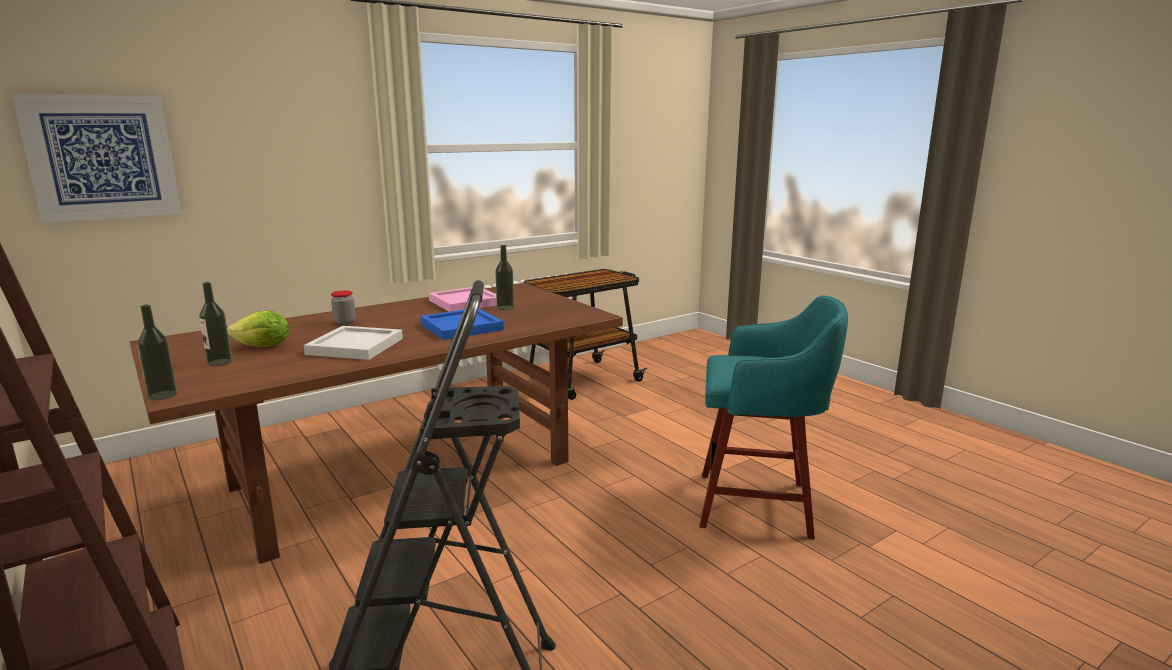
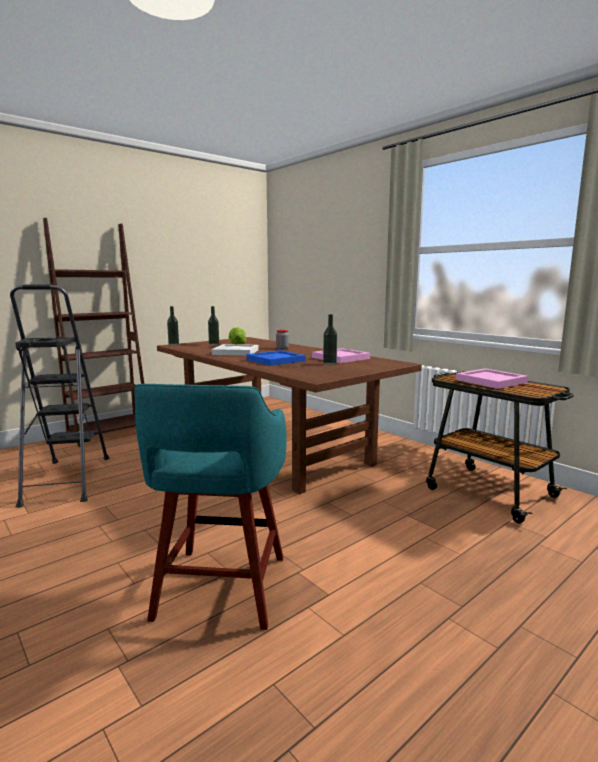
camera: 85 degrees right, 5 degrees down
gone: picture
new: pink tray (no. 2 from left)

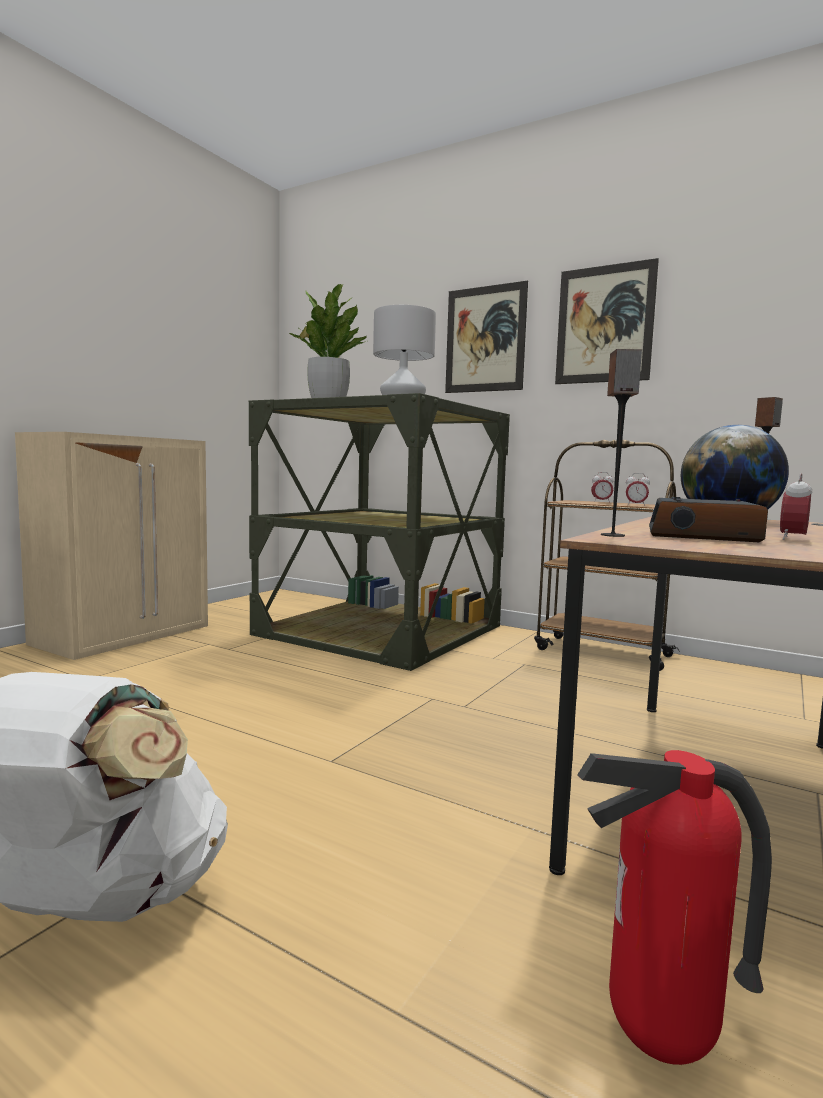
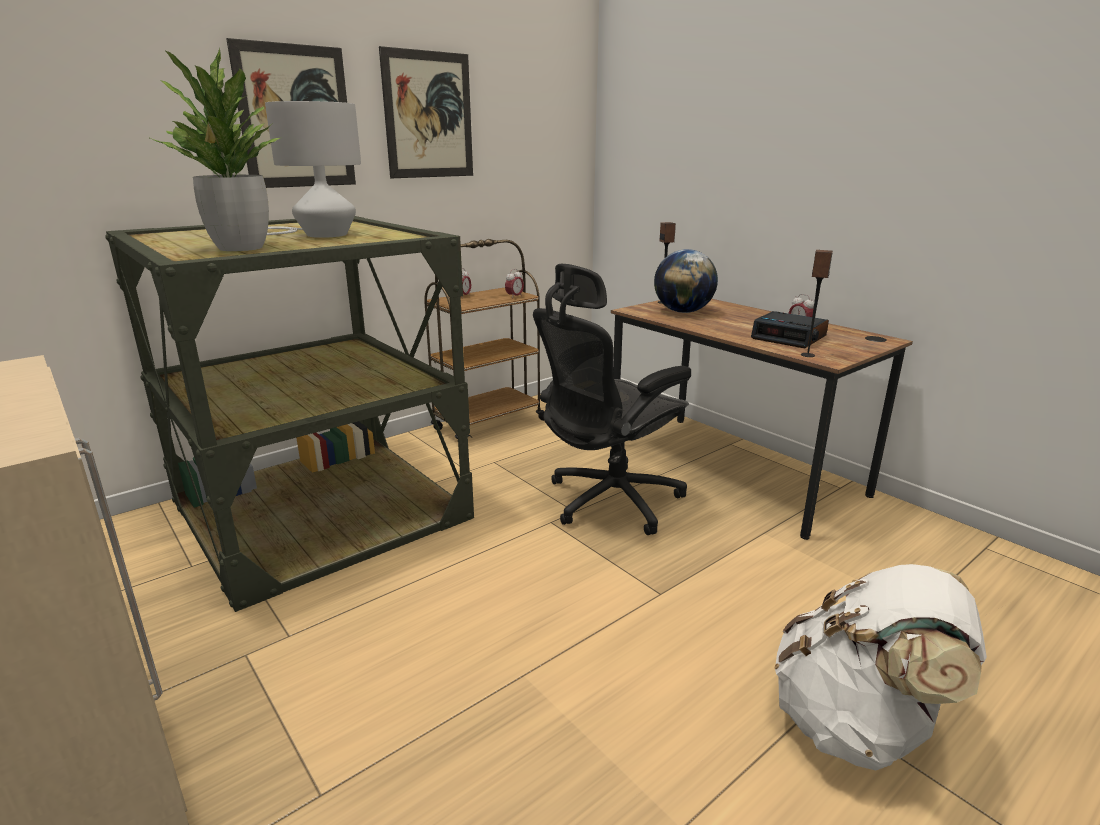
camera: 70 degrees left, 15 degrees up
gone: fire extinguisher
new: office chair

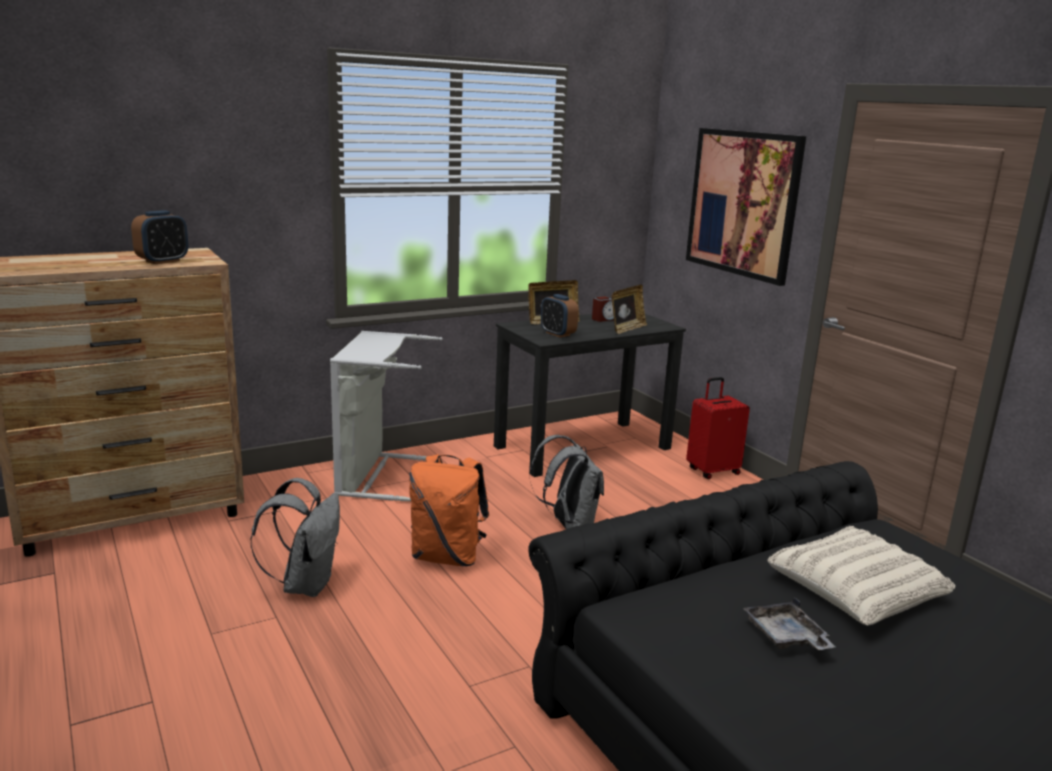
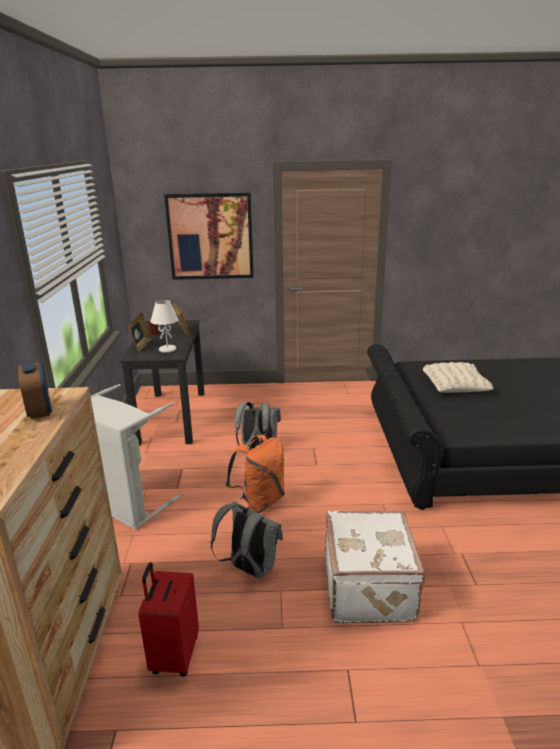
camera: 60 degrees left, 5 degrees up
gone: grey tray
new: white suitcase
shifted: red suitcase
swapped: alarm clock (no. 2 from left) to white table lamp

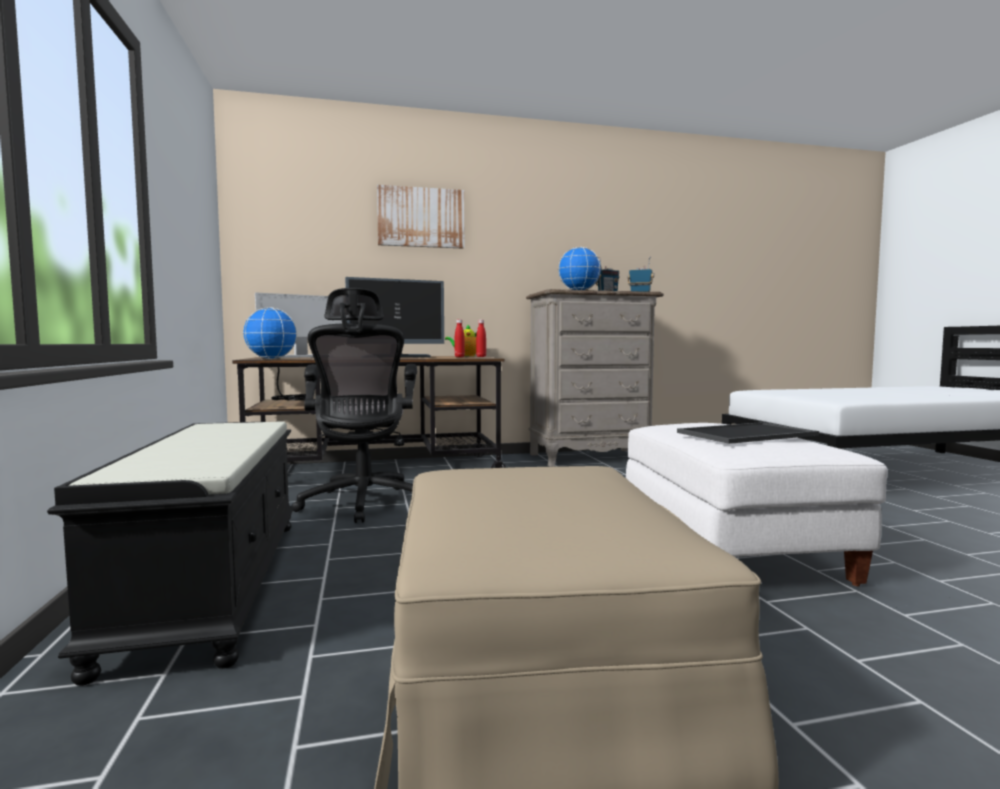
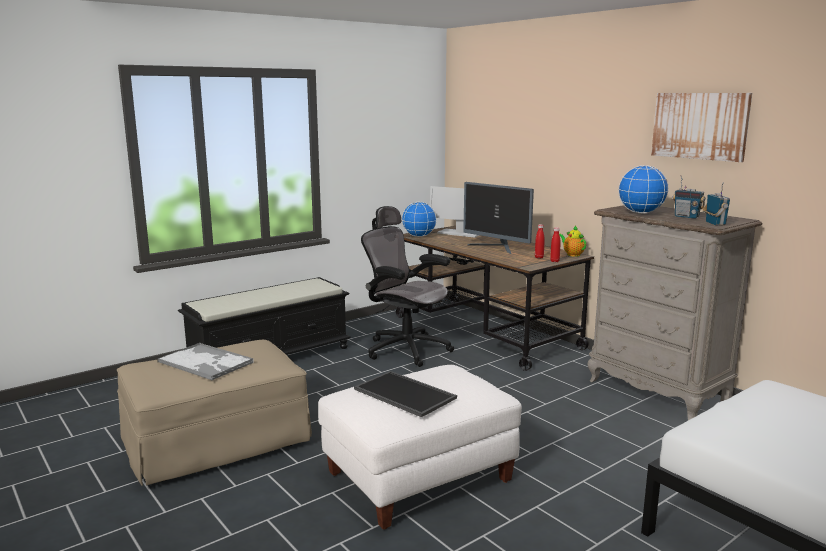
camera: 65 degrees right, 10 degrees up
new: tray (no. 1 from left)
shifted: picture
rotated: office chair 75 degrees clockwise

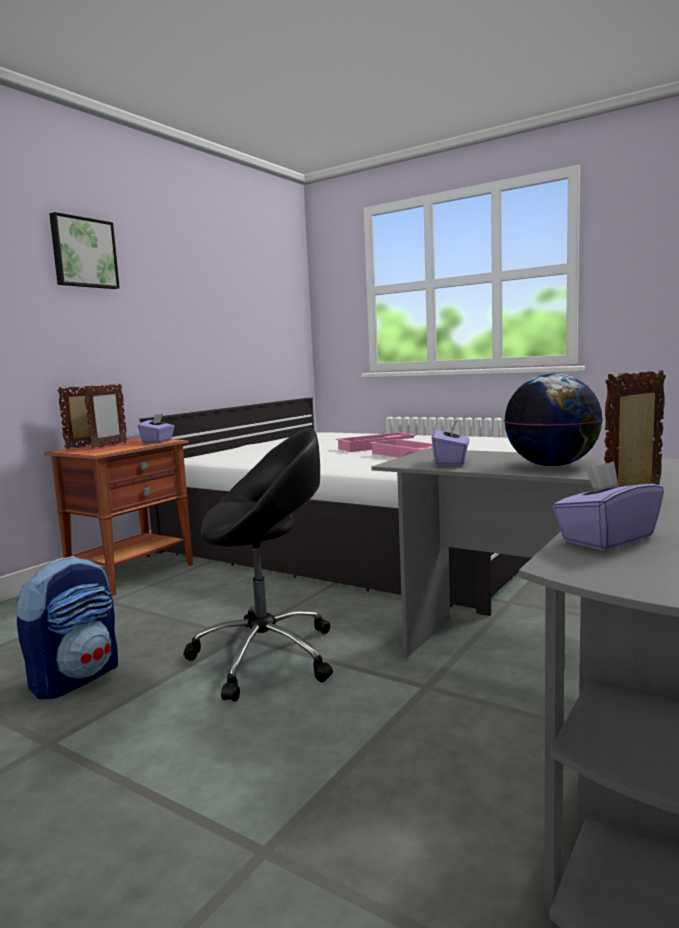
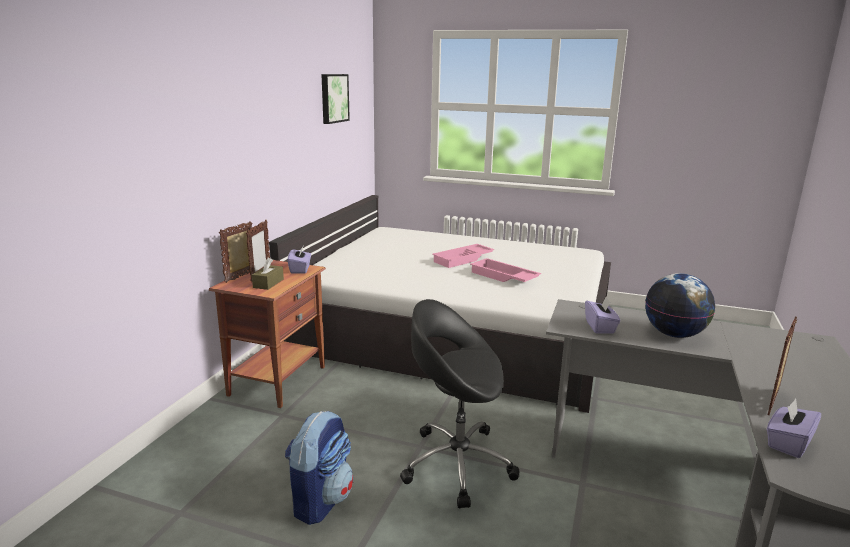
camera: 15 degrees left, 10 degrees up
new: brown tissue box
shifted: picture
rotated: black office chair 150 degrees counterclockwise

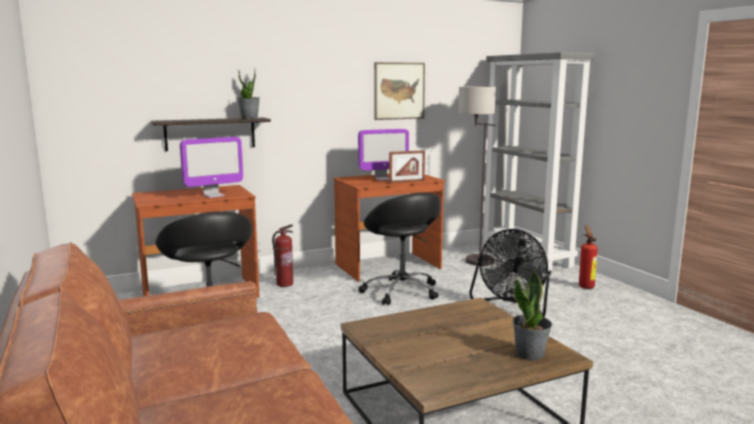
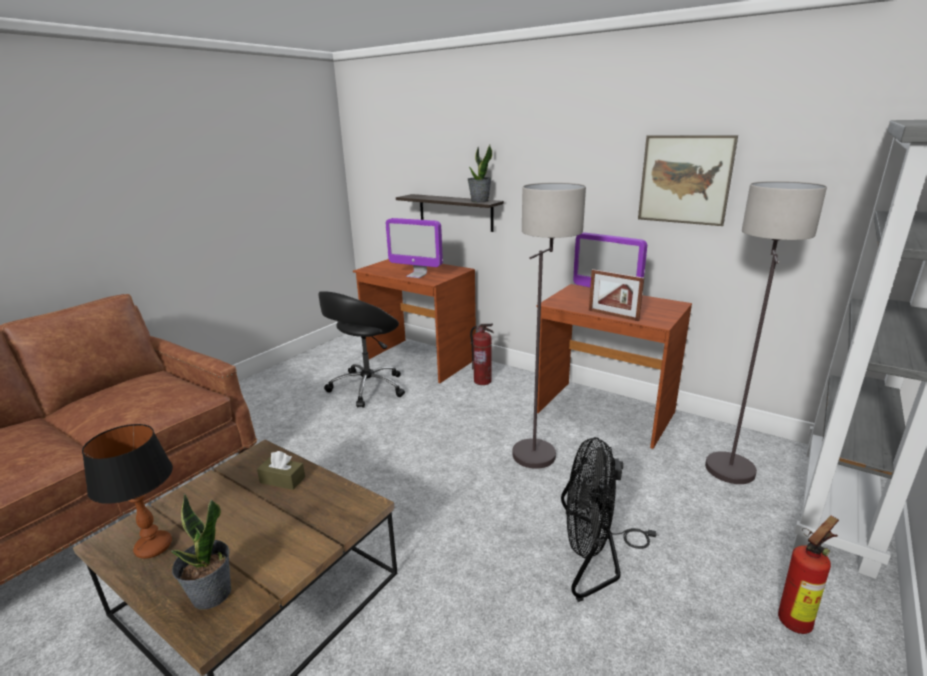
camera: 60 degrees right, 10 degrees up
new: table lamp; brown tissue box
swapped: black office chair (no. 2 from left) to grey floor lamp (no. 1 from left)

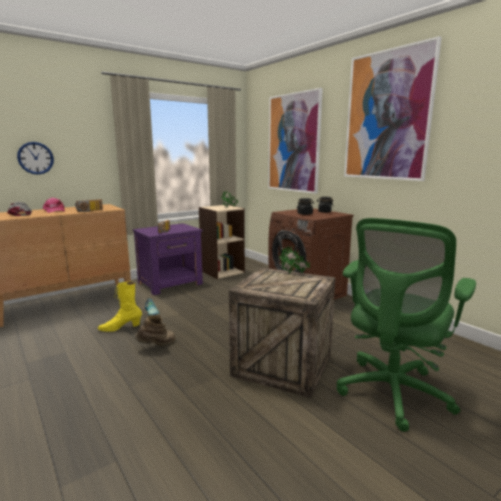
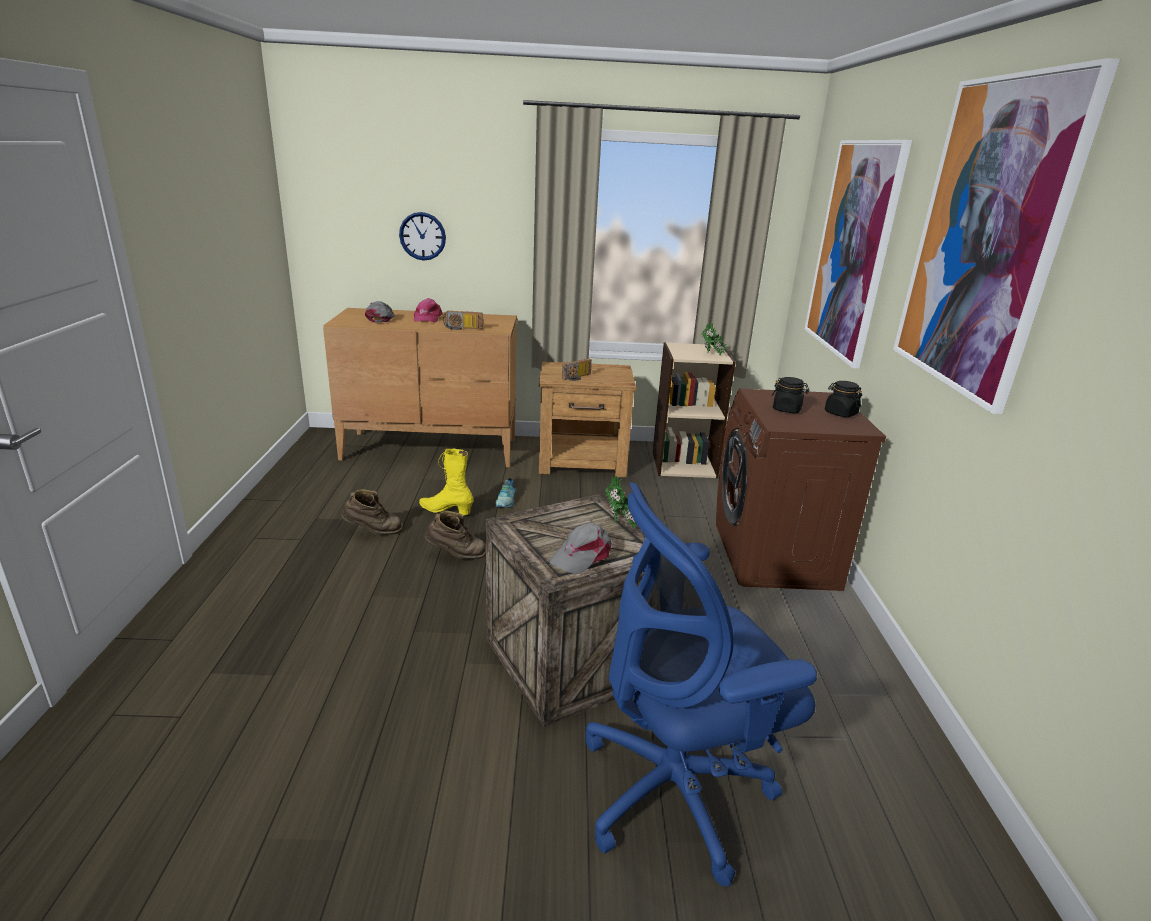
camera: 35 degrees right, 10 degrees up
new: brown boot (no. 1 from left); grey cap (no. 2 from left)
repainted: purple nightstand to brown nightstand; green office chair to blue office chair

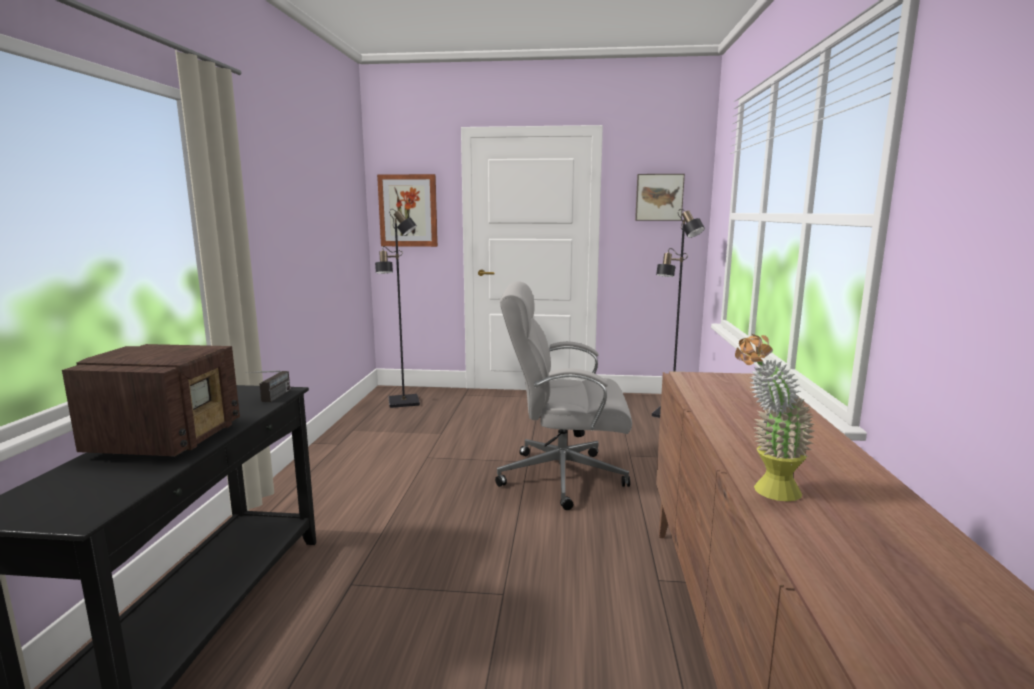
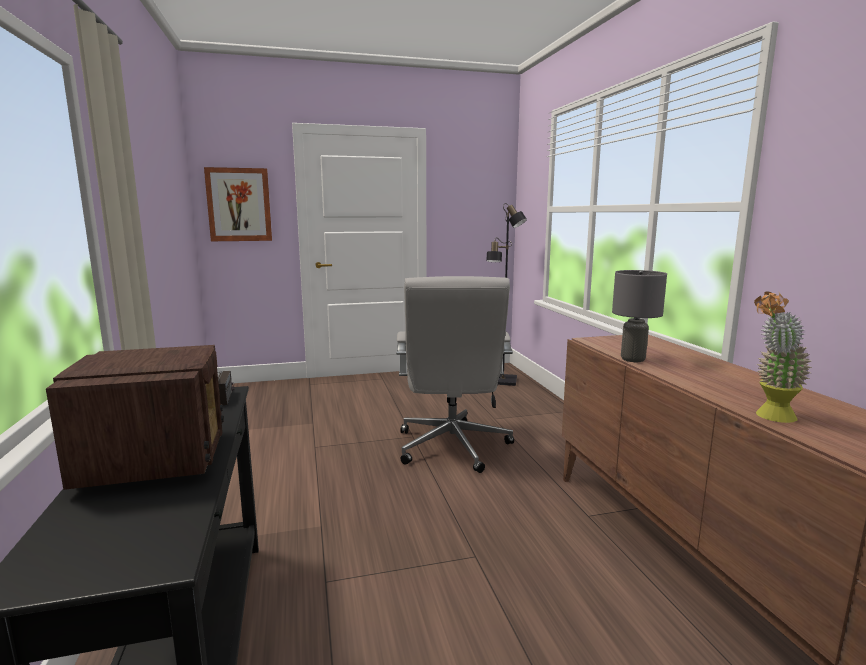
camera: 20 degrees left, 0 degrees up
gone: black floor lamp (no. 1 from left); picture (no. 2 from left)
new: grey table lamp
rotated: grey office chair 75 degrees counterclockwise

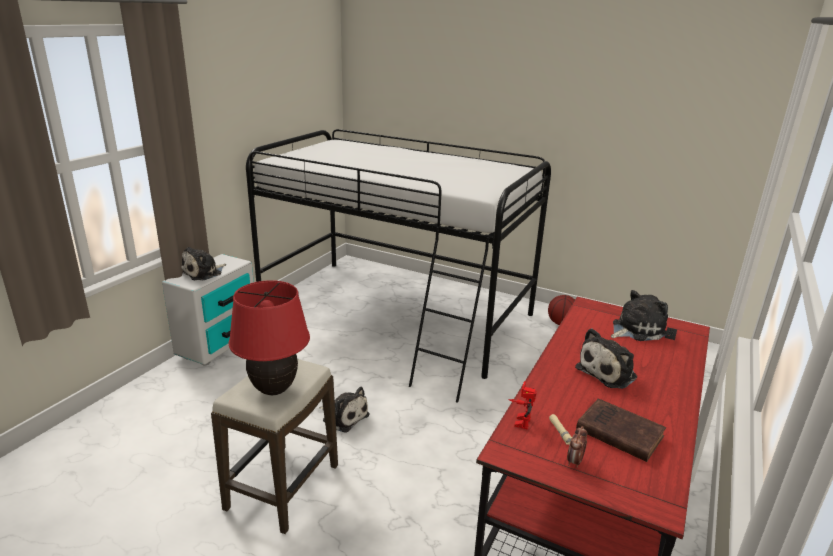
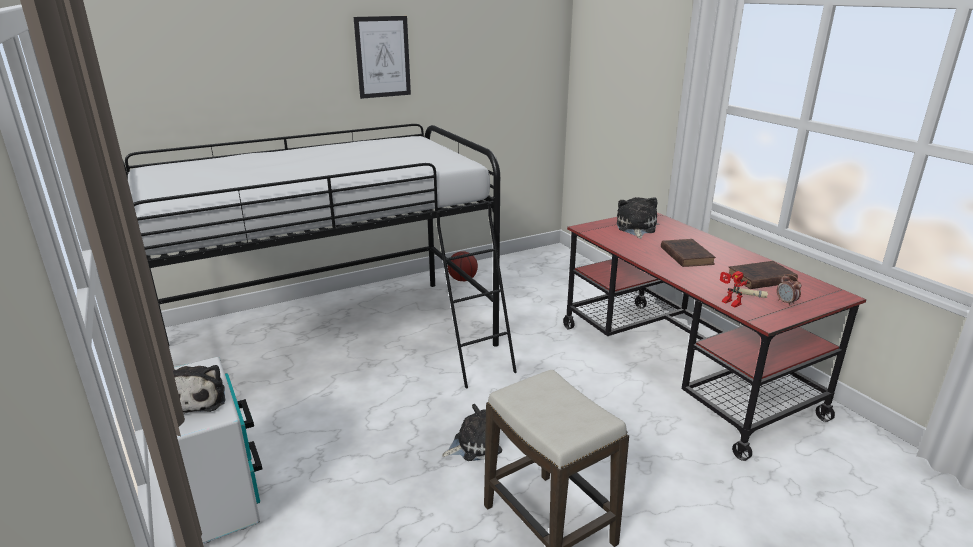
camera: 55 degrees left, 0 degrees up
gone: red table lamp
new: picture
swapped: plush toy (no. 3 from left) to brown book (no. 1 from left)

